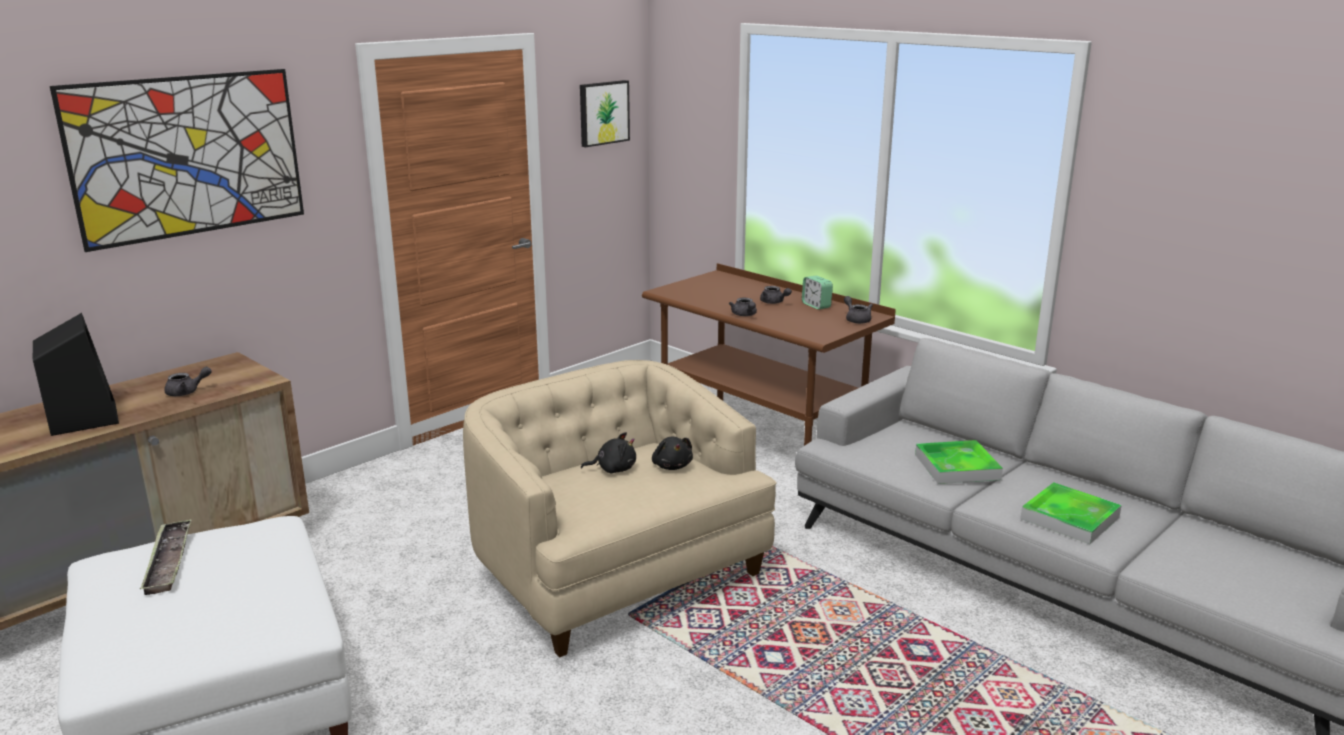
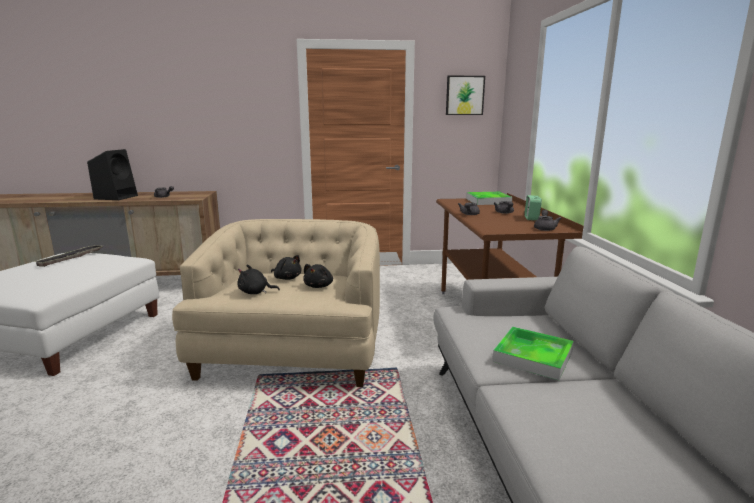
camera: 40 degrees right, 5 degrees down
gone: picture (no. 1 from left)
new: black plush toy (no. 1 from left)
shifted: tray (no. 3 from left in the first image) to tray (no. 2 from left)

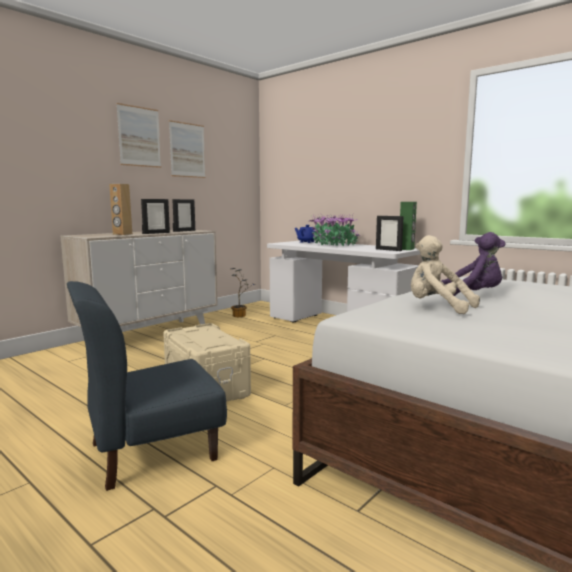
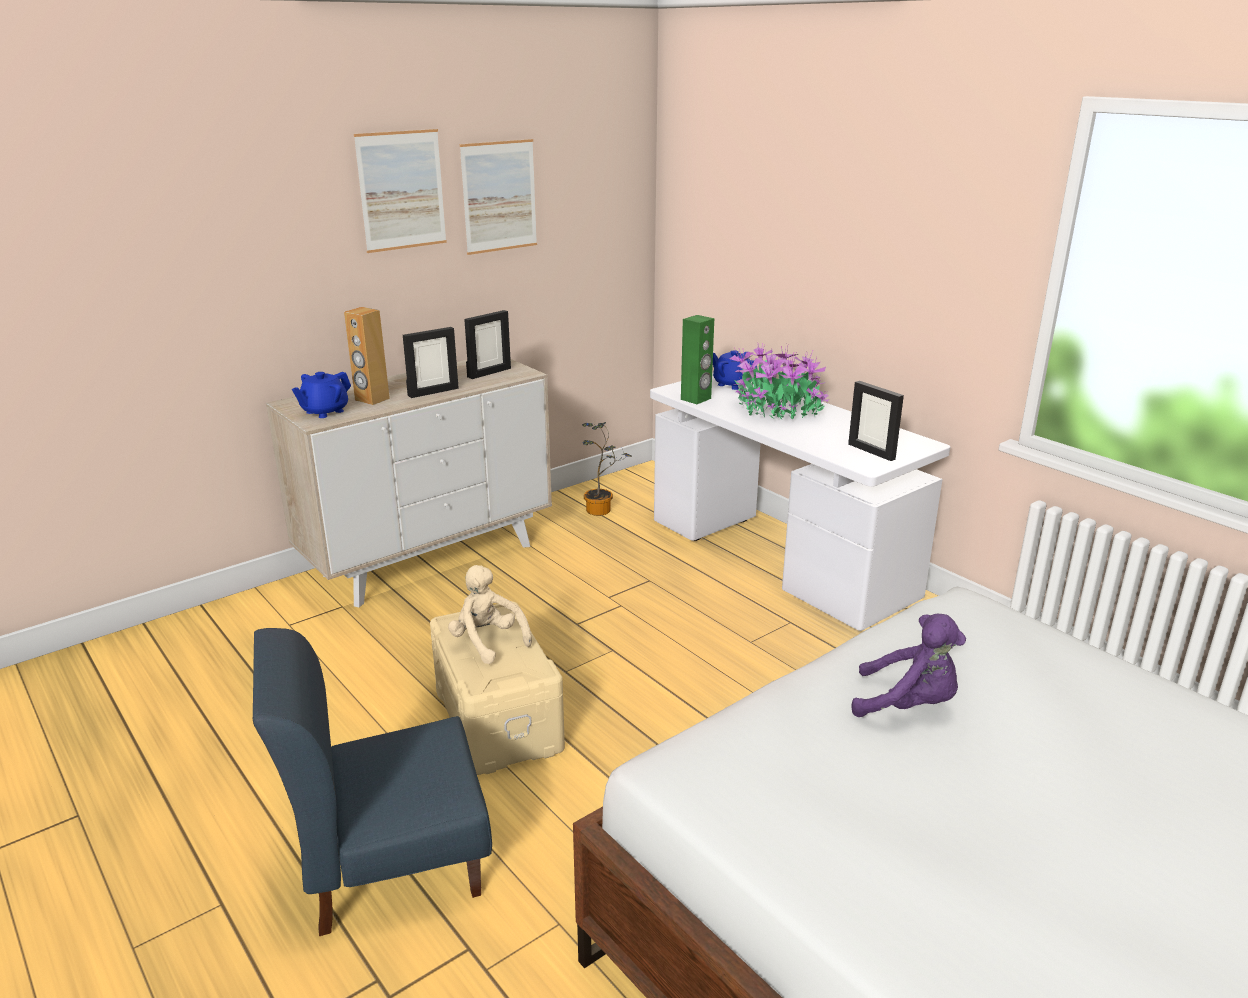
camera: 10 degrees right, 15 degrees up
new: blue teapot (no. 1 from left)
shifted: green speaker; beige plush toy

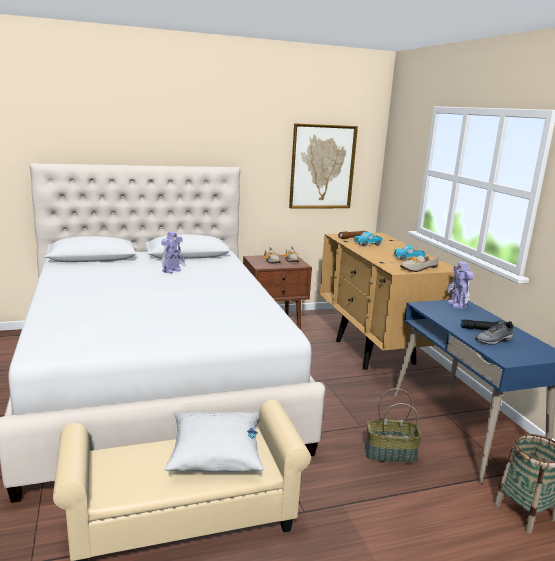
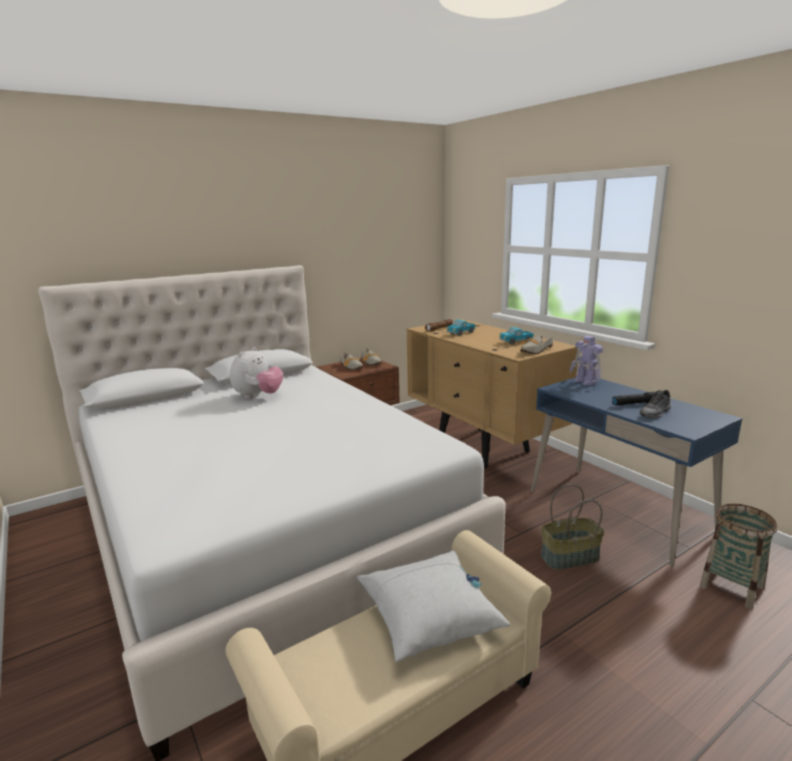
camera: 15 degrees left, 0 degrees up
gone: picture
swapped: toy robot (no. 1 from left) to plush toy

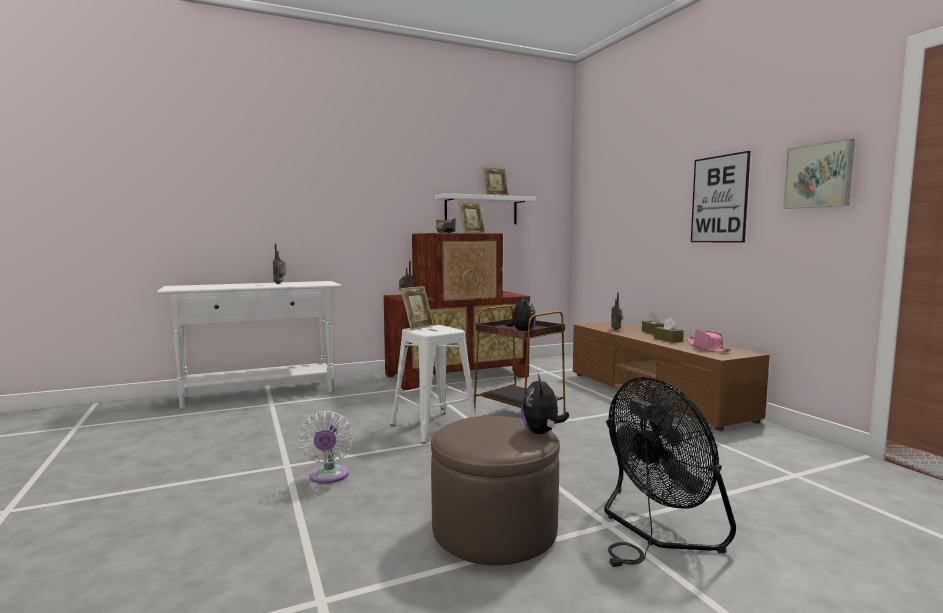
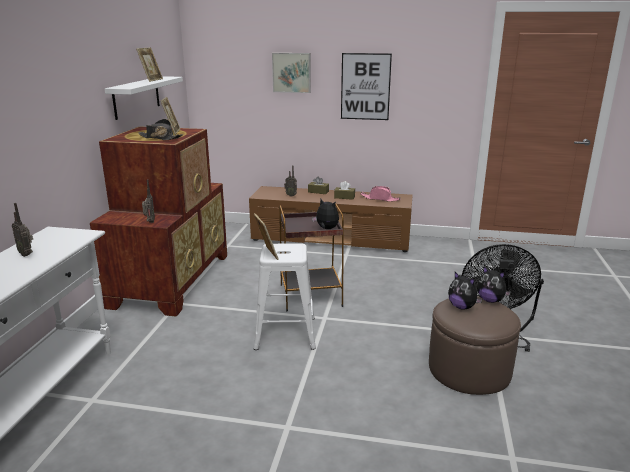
camera: 55 degrees left, 15 degrees up
gone: white fan
new: plush toy (no. 2 from left)
shifted: picture (no. 2 from left in the first image) to picture (no. 1 from left)

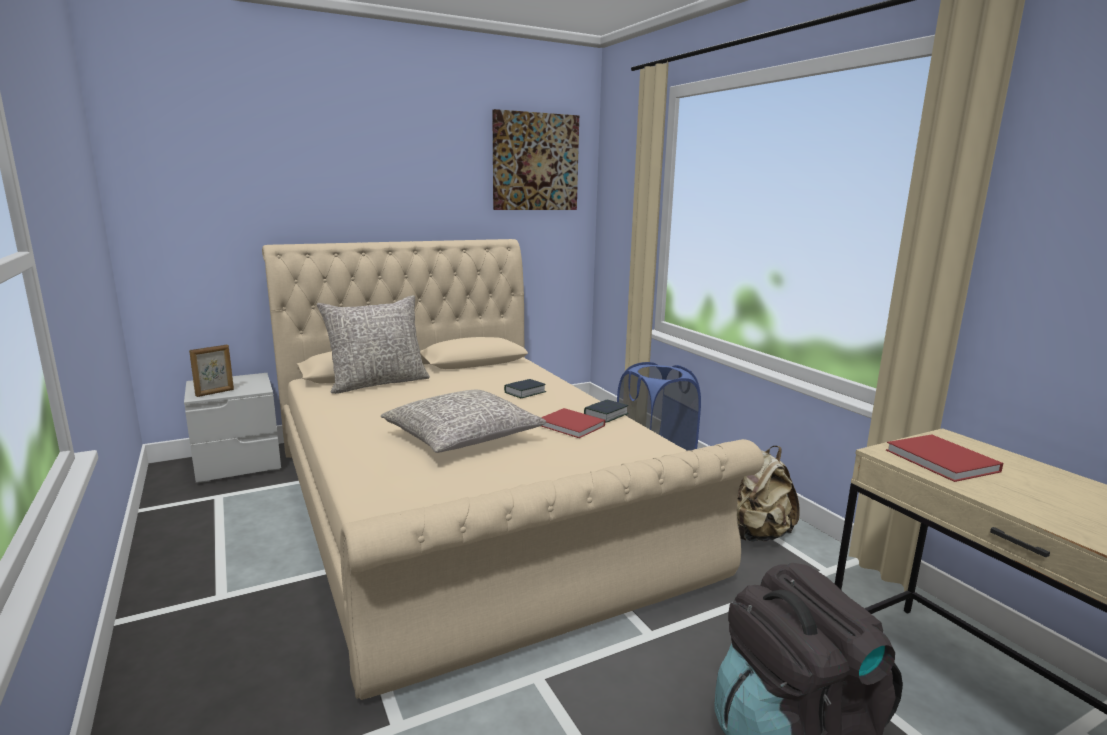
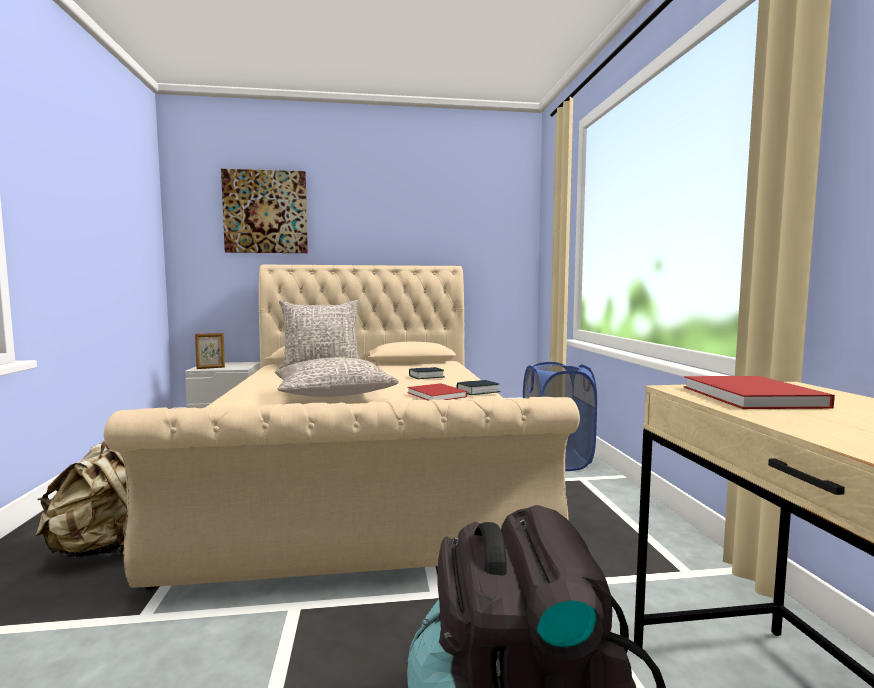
camera: 20 degrees right, 10 degrees down
shifted: picture; beige backpack

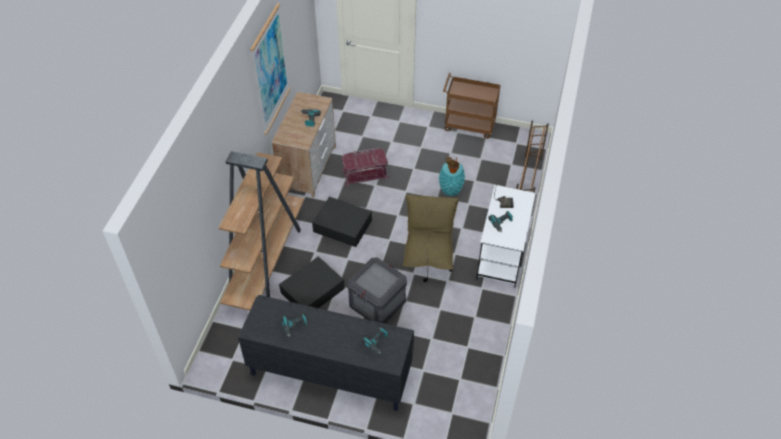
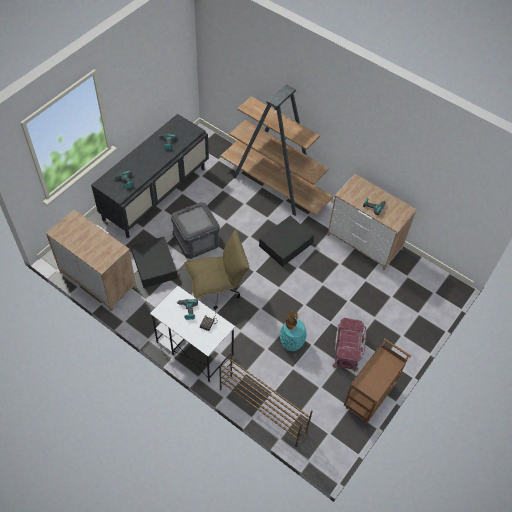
camera: 110 degrees right, 5 degrees up
gone: picture
new: dresser (no. 1 from left)
shifted: black storage box (no. 1 from left); red storage box
rotated: beige office chair 45 degrees counterclockwise

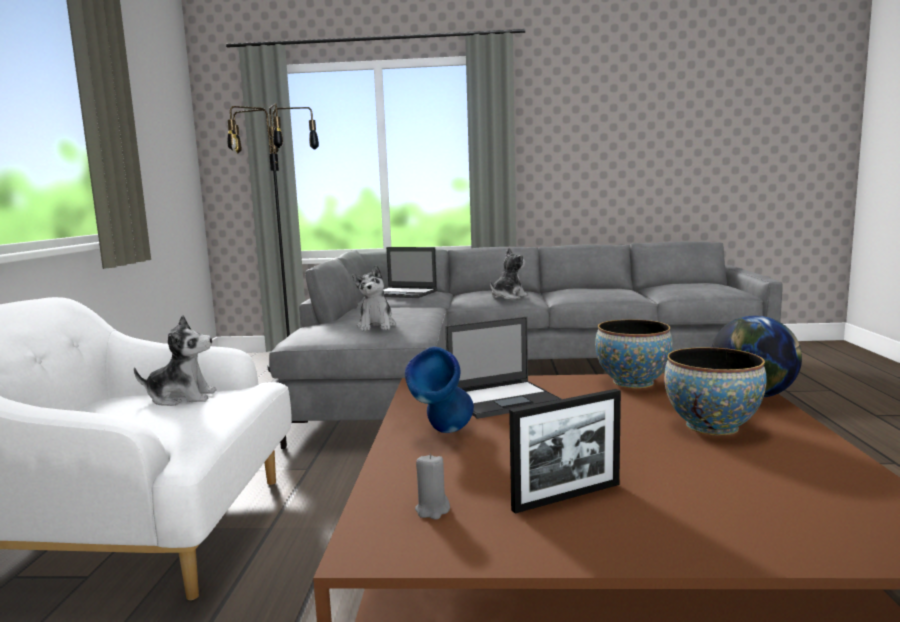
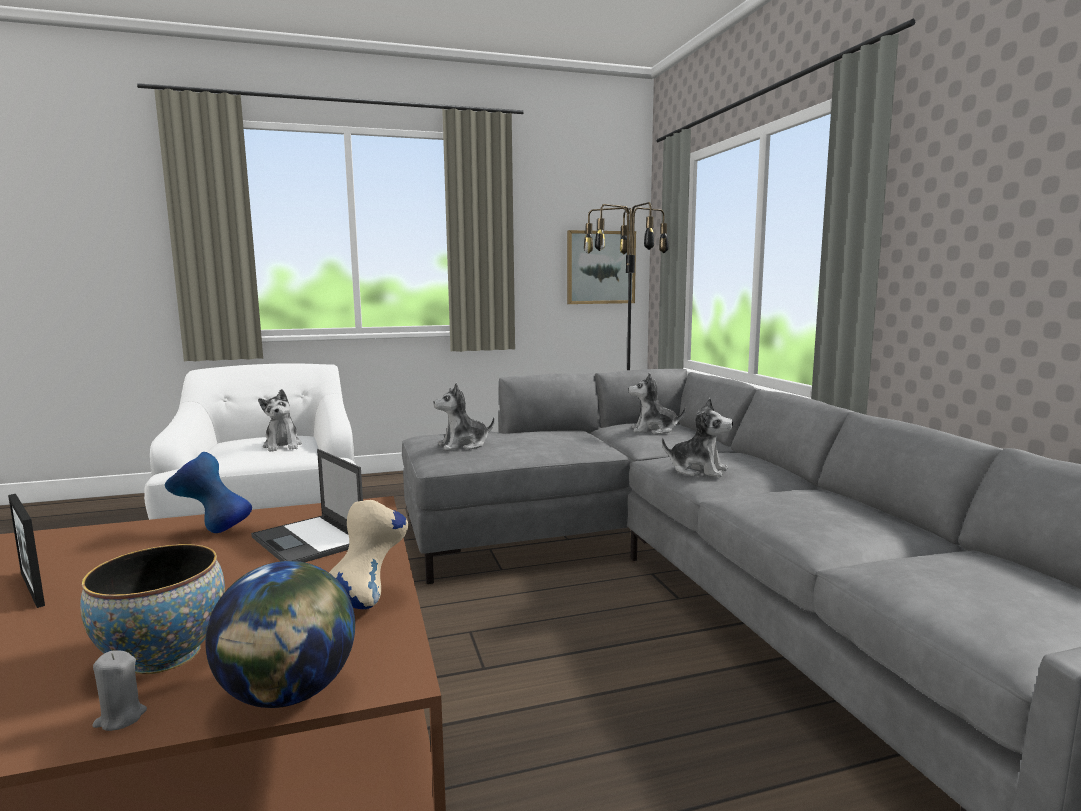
camera: 70 degrees right, 0 degrees up
new: picture
shifted: grey candle
swapped: laptop (no. 1 from left) to plush toy (no. 3 from left); bowl (no. 1 from left) to beige vase

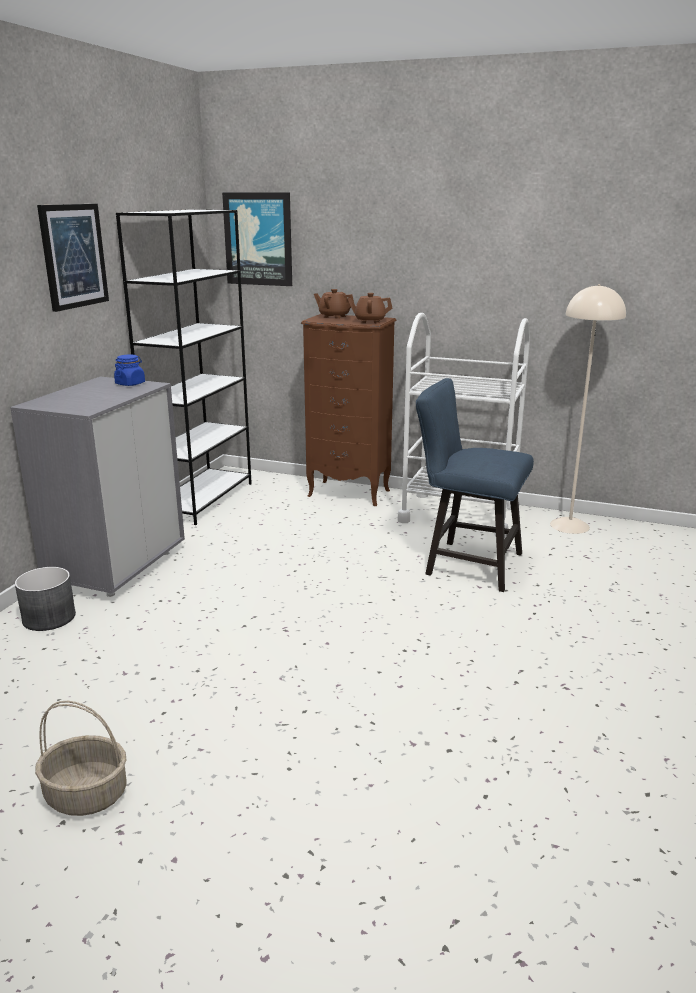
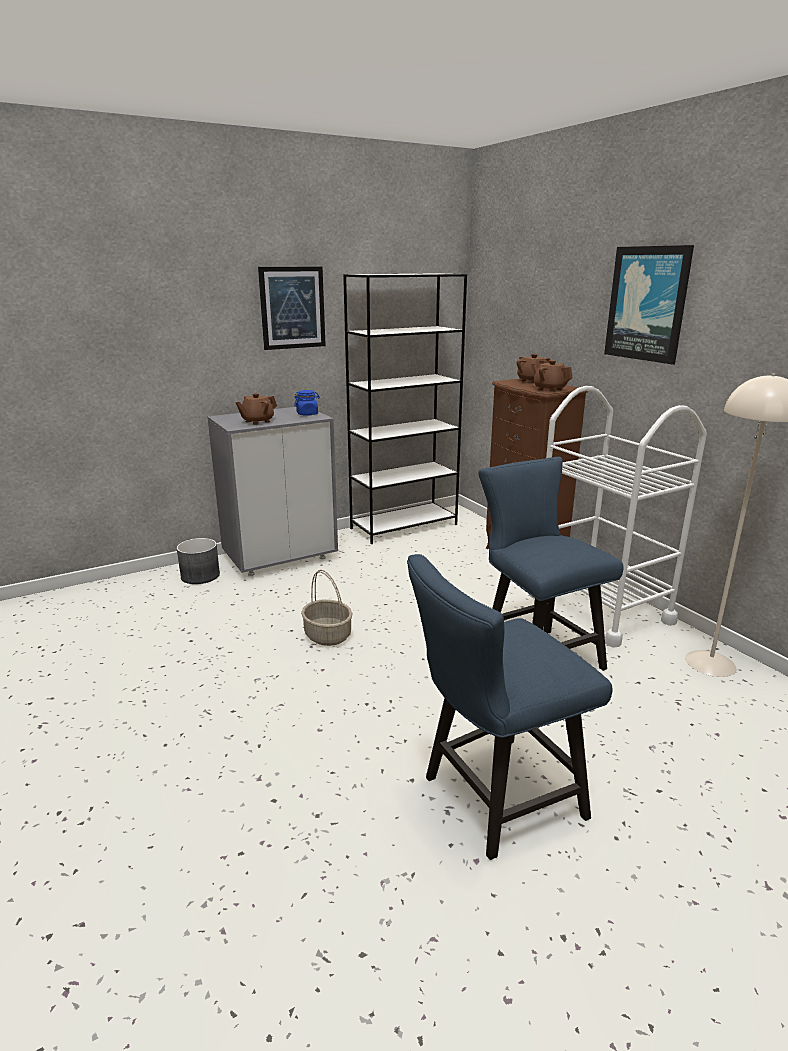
camera: 40 degrees right, 0 degrees up
new: brown teapot (no. 1 from left); blue chair (no. 1 from left)
shifted: basket; picture (no. 2 from left)

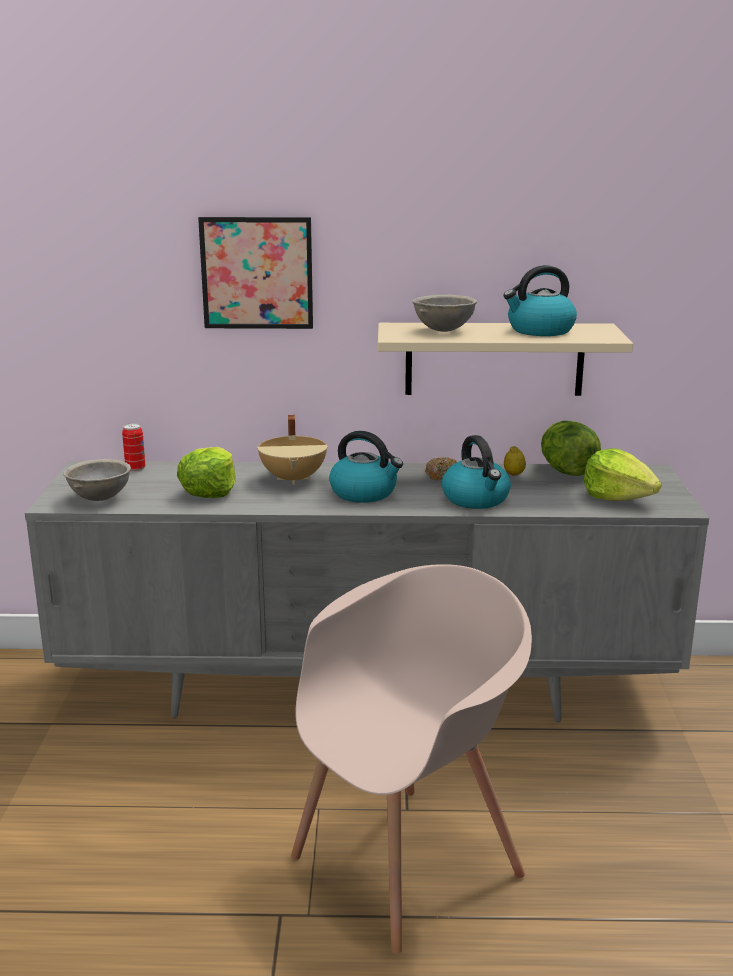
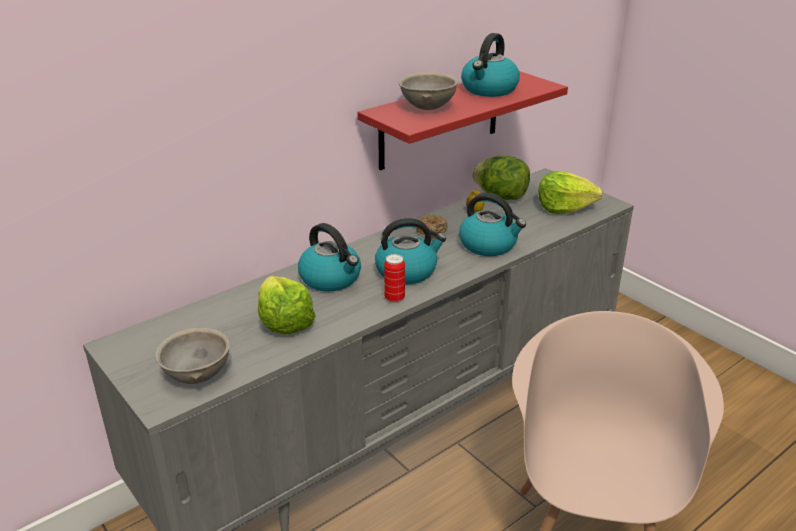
camera: 40 degrees left, 10 degrees up
gone: picture
shifted: can
swapped: beige cooking pot to kettle (no. 1 from left)
repainted: beige shelf to red shelf

